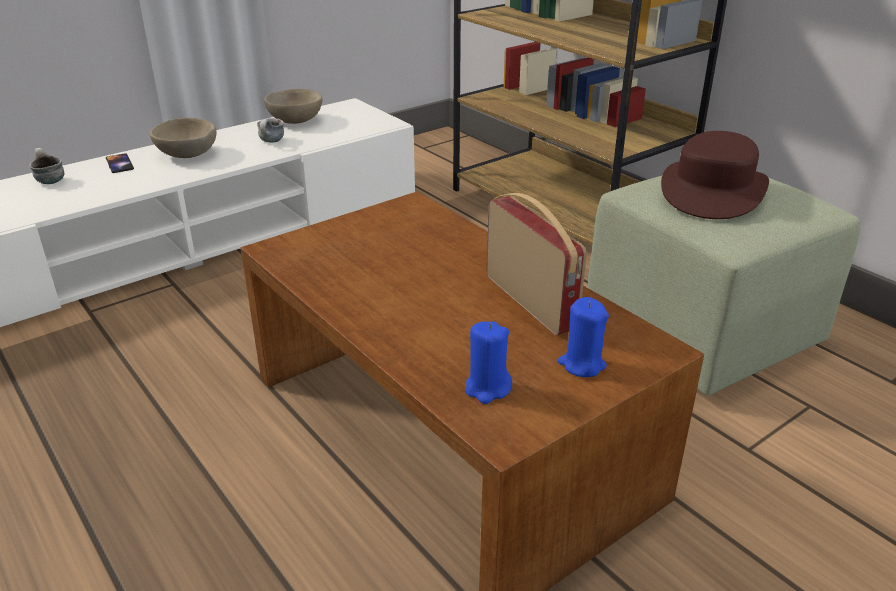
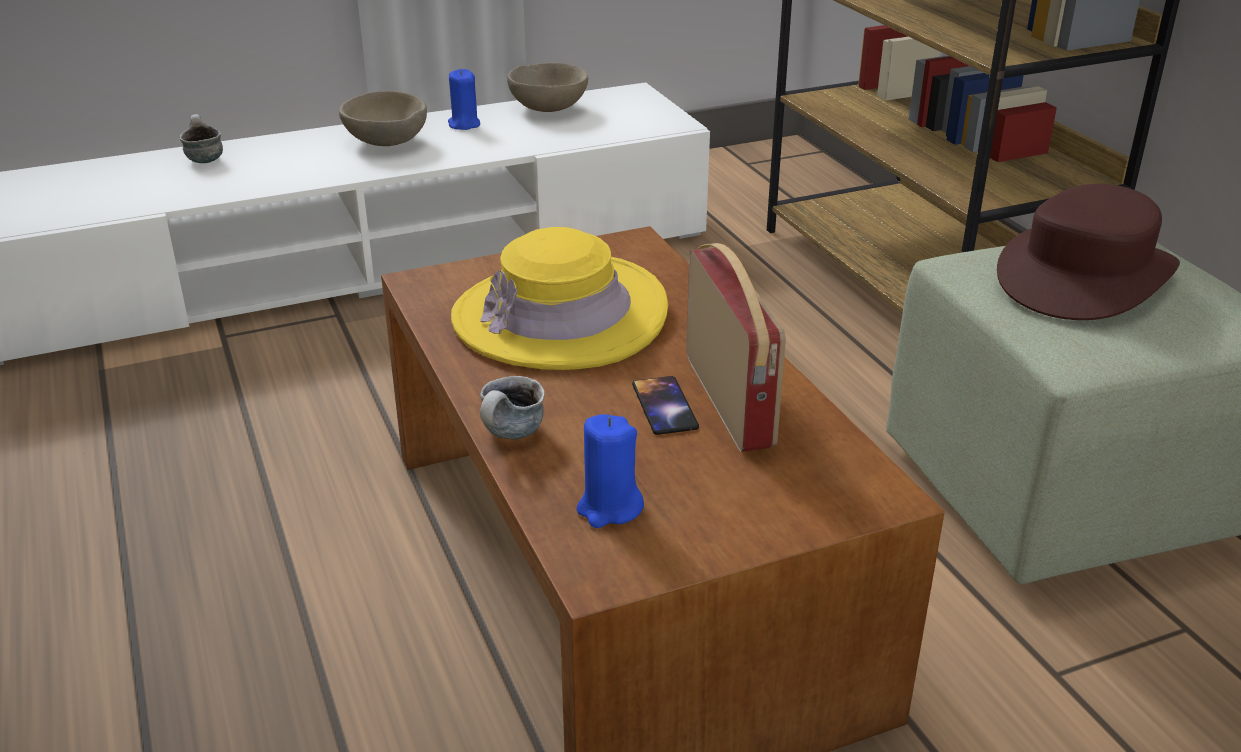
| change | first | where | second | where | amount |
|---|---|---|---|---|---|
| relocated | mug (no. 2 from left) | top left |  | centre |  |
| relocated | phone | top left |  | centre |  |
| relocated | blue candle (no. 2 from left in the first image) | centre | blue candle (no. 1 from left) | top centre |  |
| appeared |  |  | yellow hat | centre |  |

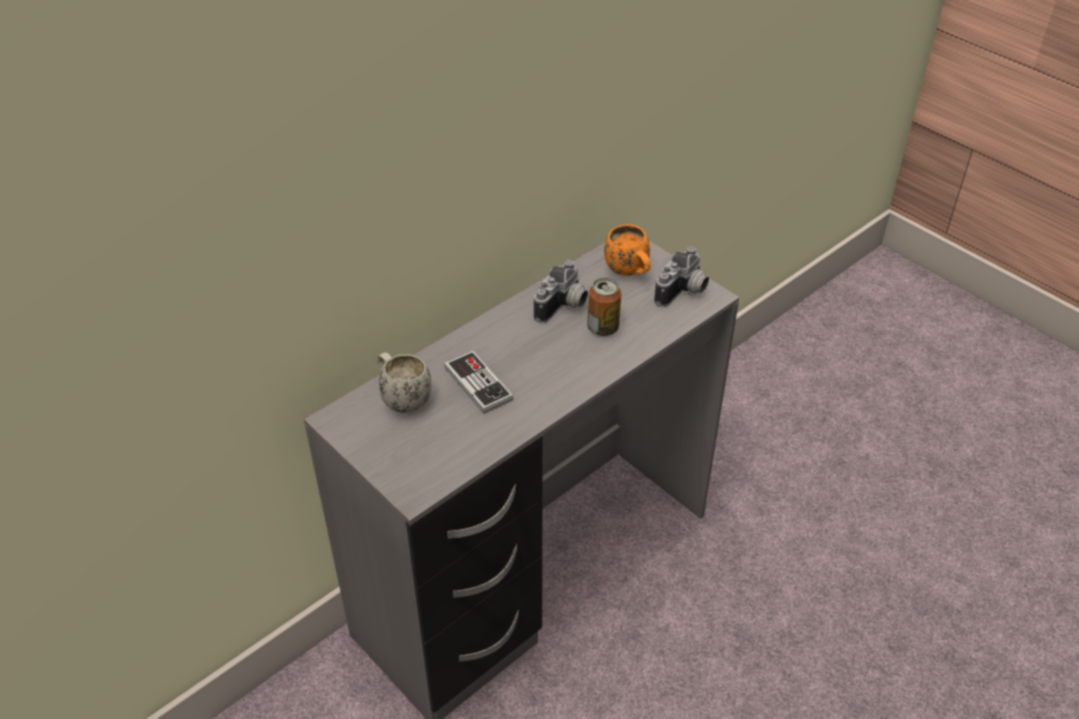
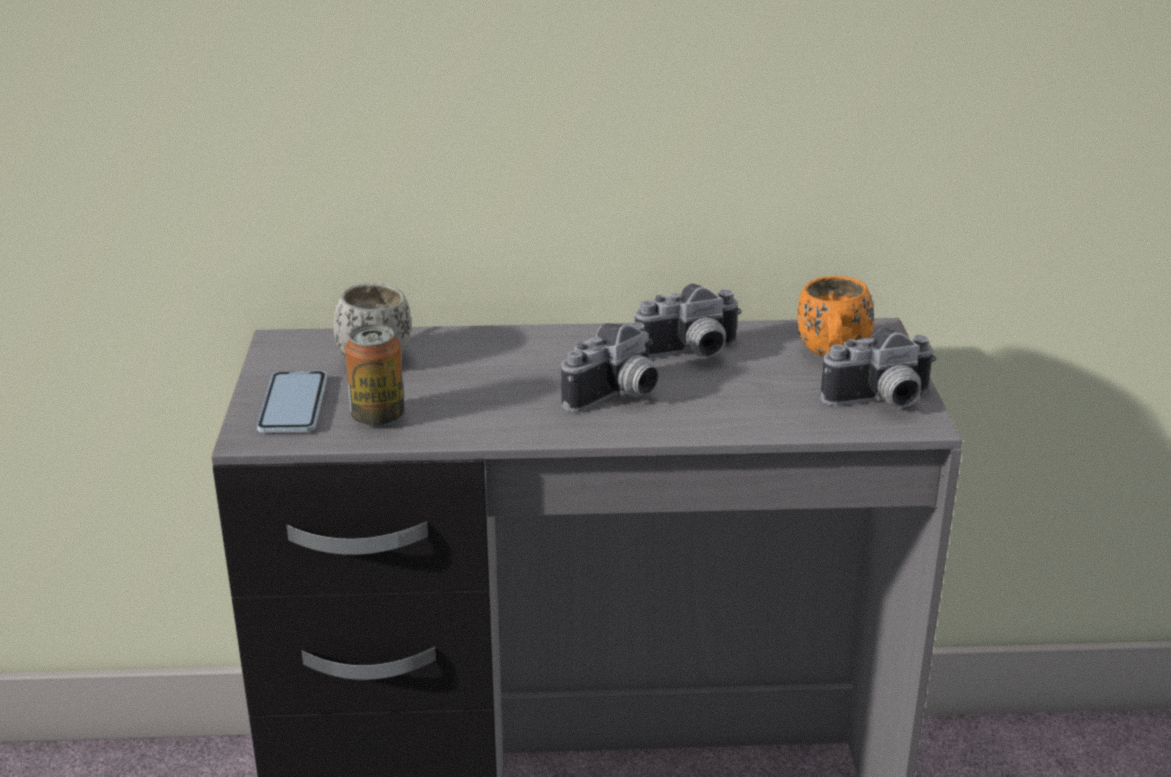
| change | first | where | second | where | amount |
|---|---|---|---|---|---|
| relocated | can | centre |  | middle left |  |
| missing | game controller | centre |  |  |  |
| appeared |  |  | photo camera (no. 1 from left) | centre |  |
| appeared |  |  | phone | middle left |  |

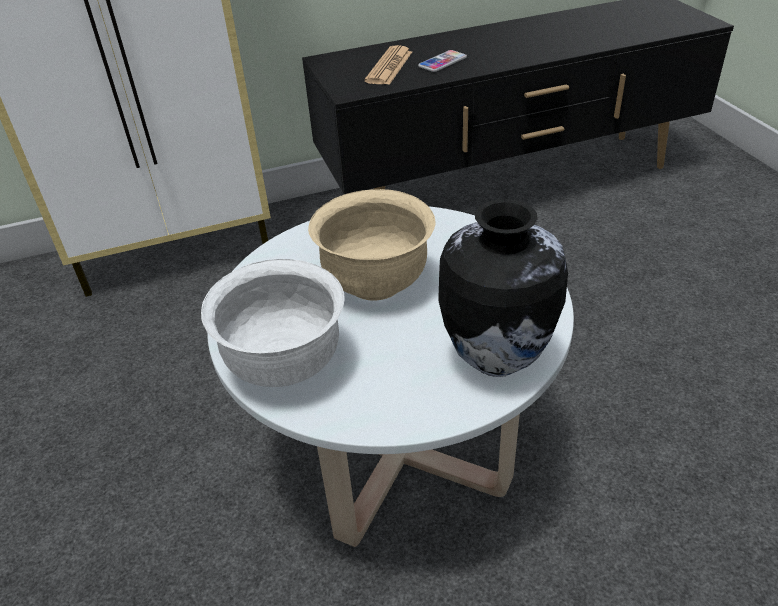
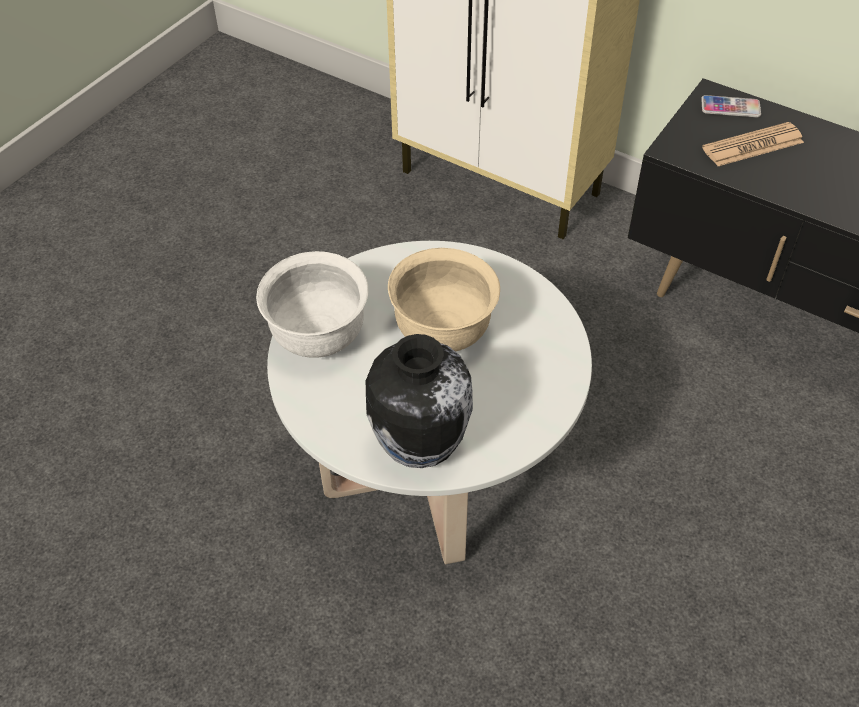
| change | first | where | second | where | amount |
|---|---|---|---|---|---|
| relocated | phone | top centre |  | top right |  |

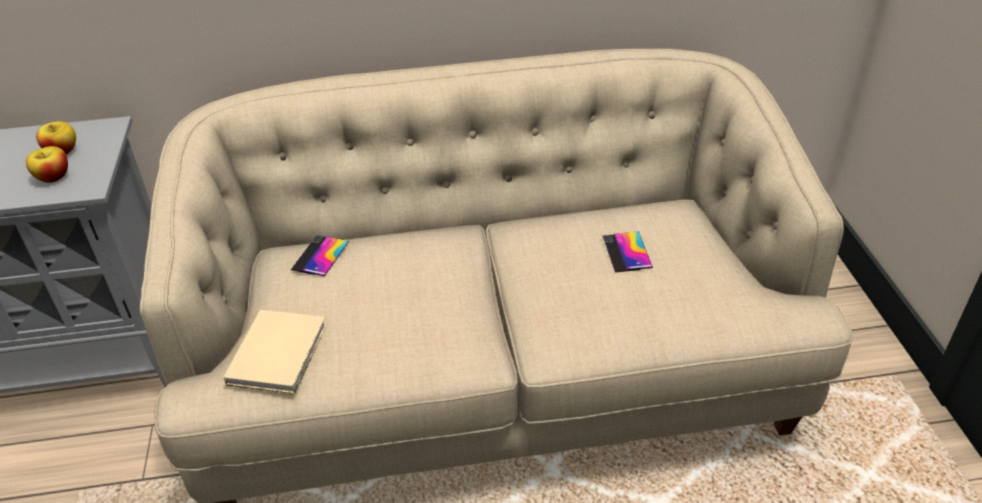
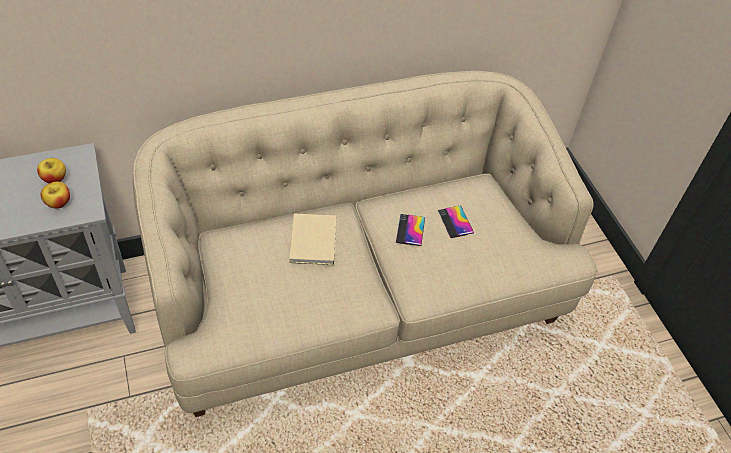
| change | first | where | second | where | amount |
|---|---|---|---|---|---|
| relocated | phone (no. 1 from left) | middle left |  | centre |  |
| relocated | beige book | bottom left |  | centre |  |

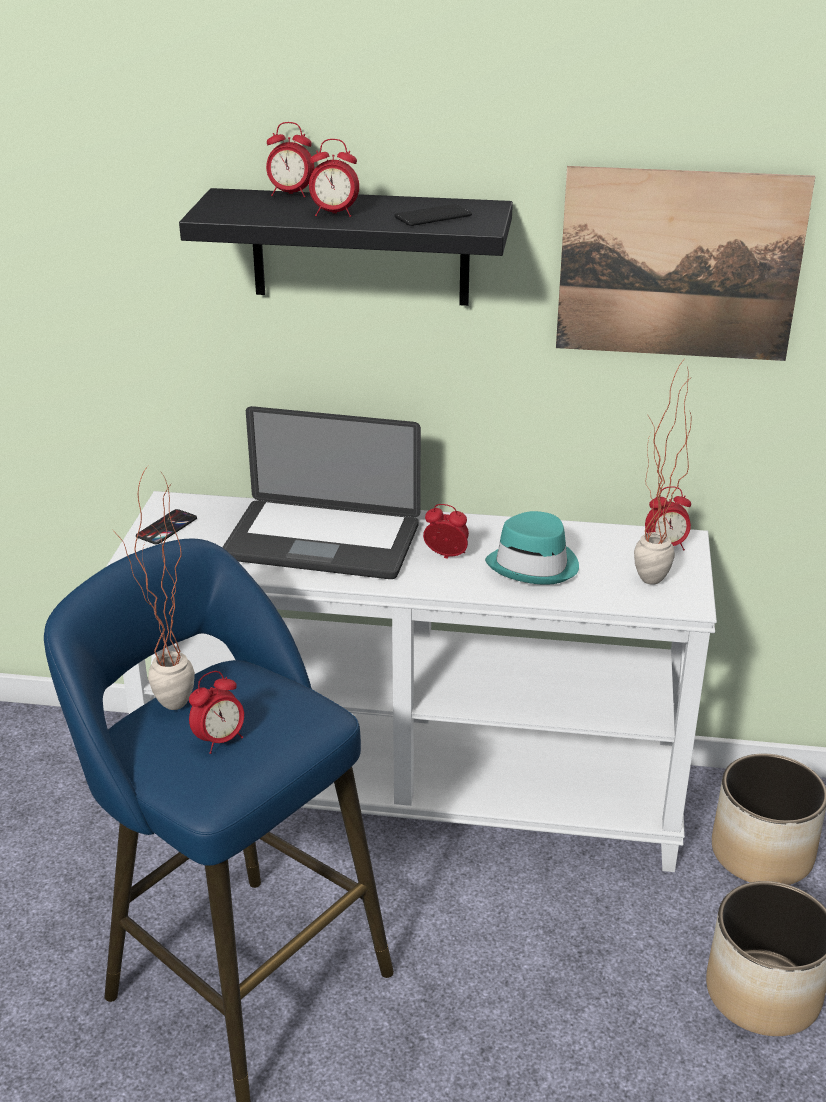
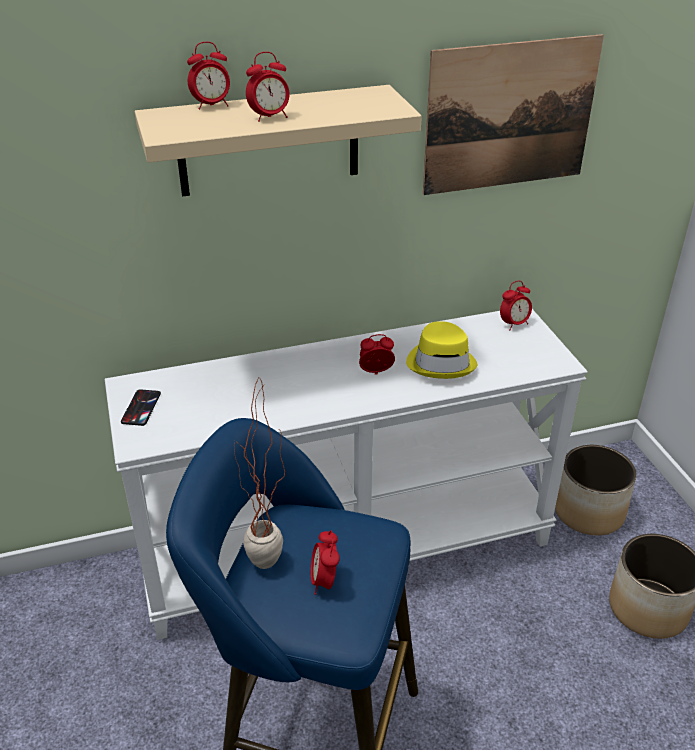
| change | first | where | second | where | amount |
|---|---|---|---|---|---|
| colour | black shelf | top centre | beige shelf | top centre |  |
| missing | phone (no. 2 from left) | top centre |  |  |  |
| missing | potted plant (no. 2 from left) | middle right |  |  |  |
| missing | laptop | centre |  |  |  |
| colour | turquoise hat | centre | yellow hat | centre |  |
| spun | alarm clock (no. 1 from left in the first image) | middle left | alarm clock (no. 3 from left) | bottom centre | 150 degrees clockwise |

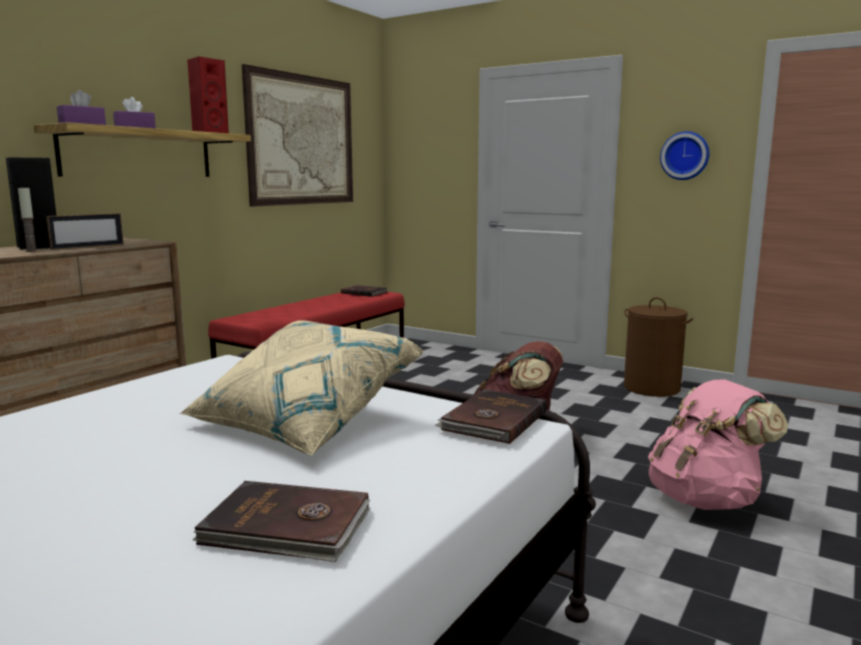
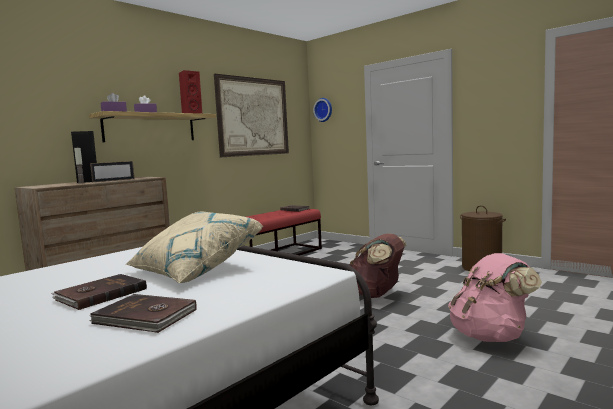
| change | first | where | second | where | amount |
|---|---|---|---|---|---|
| relocated | wall clock | top right |  | top centre |  |
| relocated | brown book (no. 3 from left in the first image) | centre | brown book (no. 1 from left) | bottom left |  |

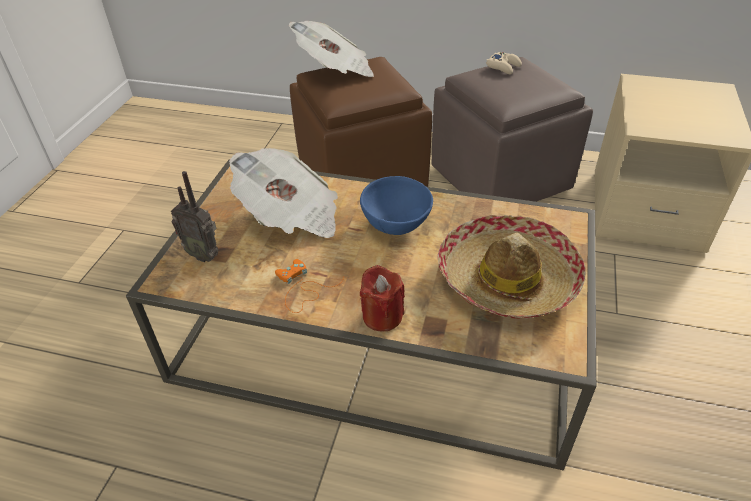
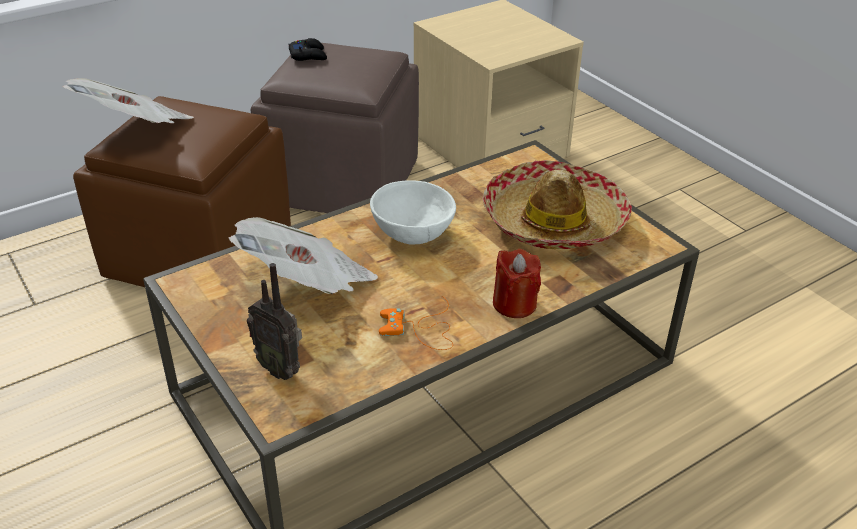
| change | first | where | second | where | amount |
|---|---|---|---|---|---|
| colour | beige game controller | top right | black game controller | top centre |  |
| spun | radio | middle left |  | middle left | 60 degrees clockwise |
| colour | blue bowl | centre | white bowl | centre |  |

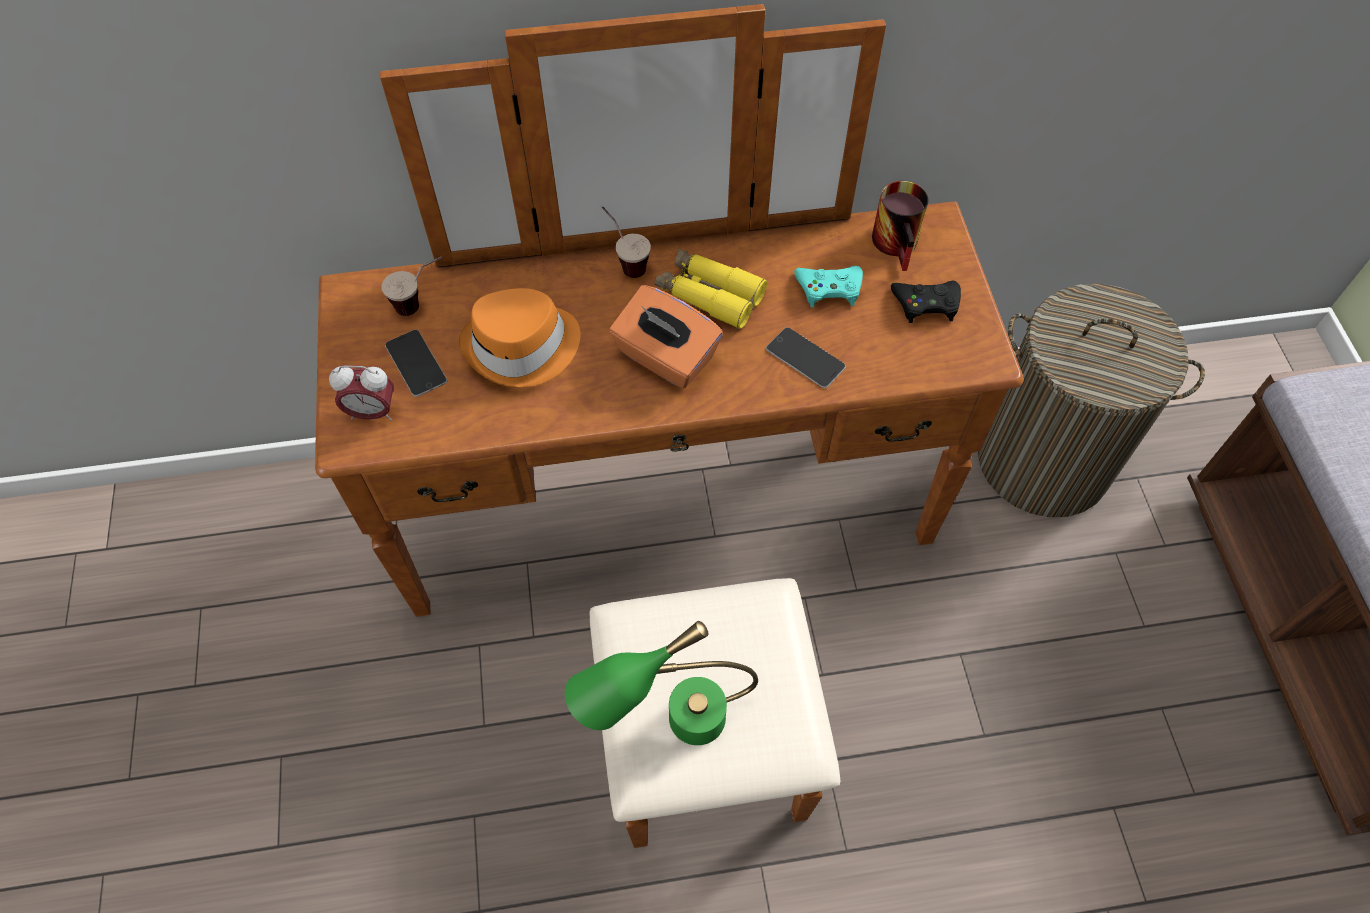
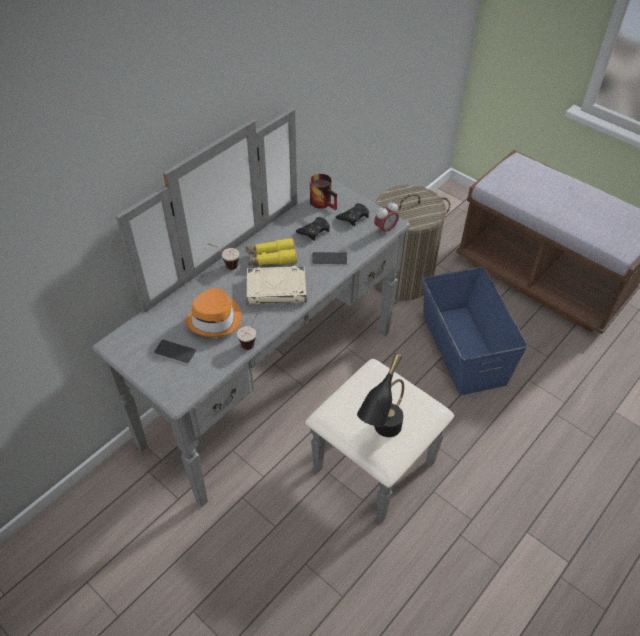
| change | first | where | second | where | amount |
|---|---|---|---|---|---|
| colour | brown dresser | centre | grey dresser | centre |  |
| relocated | cup (no. 1 from left in the first image) | top left | cup (no. 2 from left) | centre |  |
| colour | turquoise game controller | top centre | black game controller (no. 1 from left) | centre |  |
| exchanged | orange tissue box | centre | beige book | centre |  |
| relocated | alarm clock | middle left |  | centre |  |
| colour | green table lamp | bottom centre | black table lamp | centre |  |
| appeared |  |  | blue storage box | middle right |  |

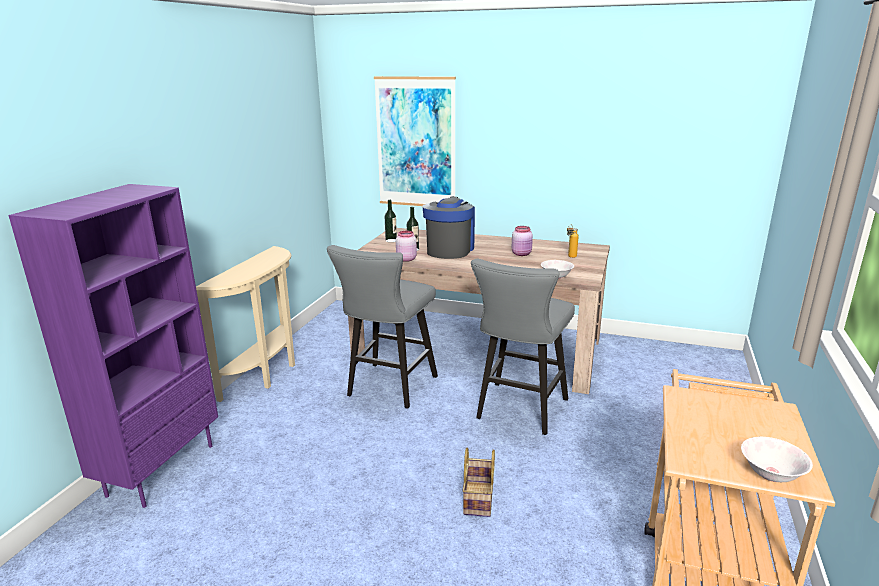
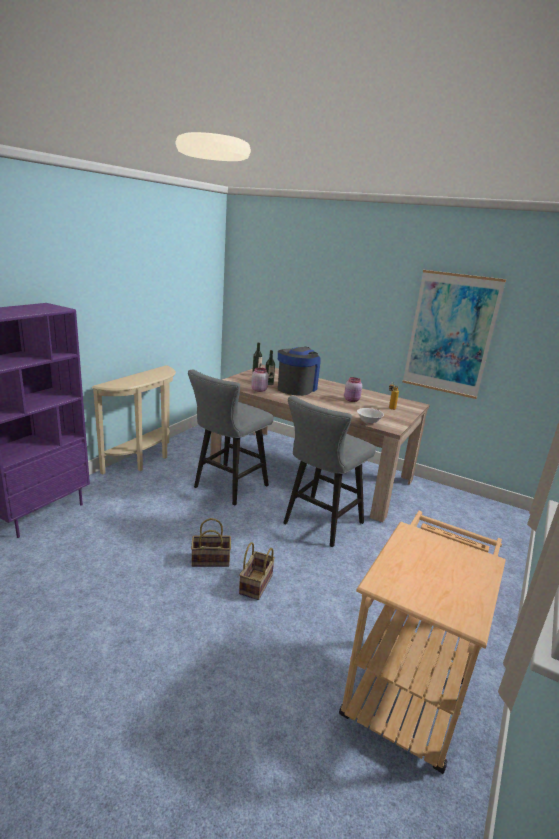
| change | first | where | second | where | amount |
|---|---|---|---|---|---|
| relocated | picture | top centre |  | middle right |  |
| missing | white bowl (no. 2 from left) | bottom right |  |  |  |
| appeared |  |  | basket (no. 1 from left) | centre |  |

